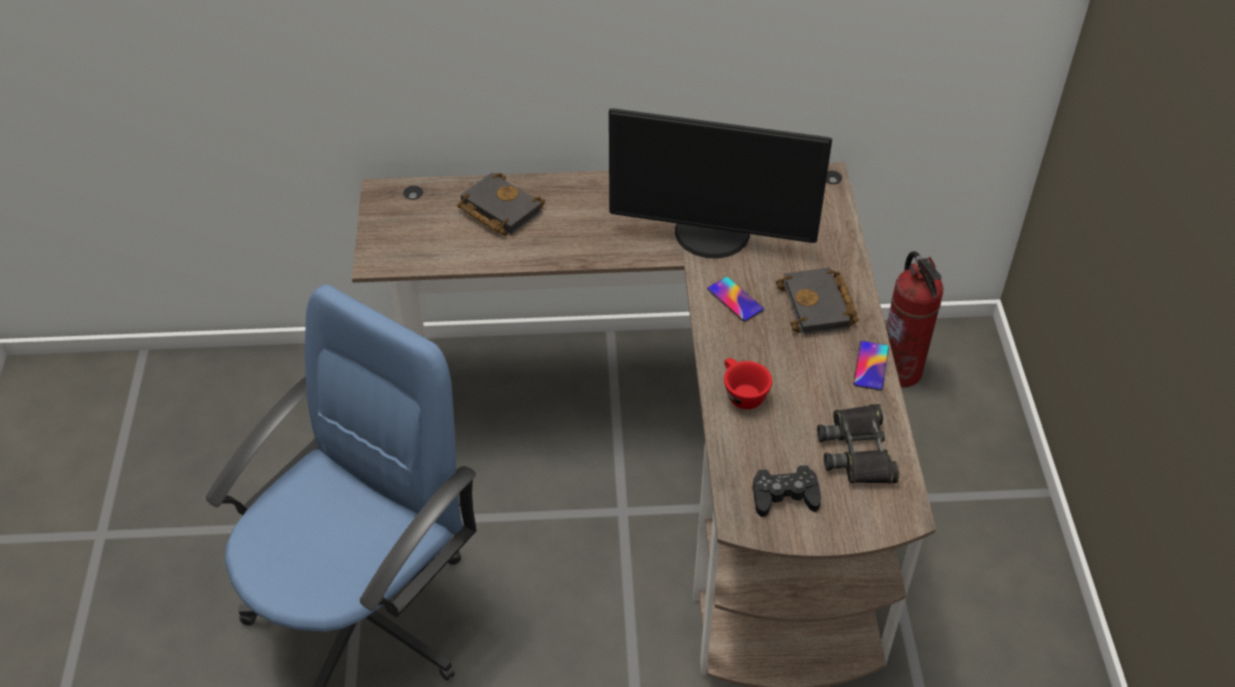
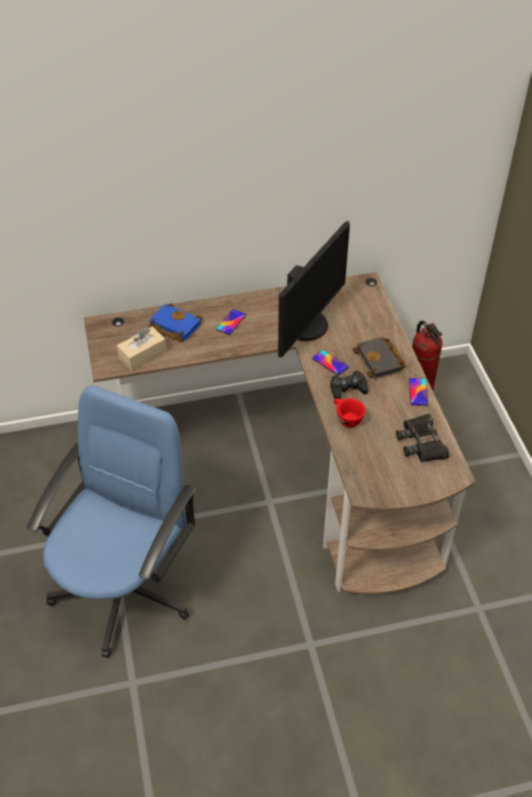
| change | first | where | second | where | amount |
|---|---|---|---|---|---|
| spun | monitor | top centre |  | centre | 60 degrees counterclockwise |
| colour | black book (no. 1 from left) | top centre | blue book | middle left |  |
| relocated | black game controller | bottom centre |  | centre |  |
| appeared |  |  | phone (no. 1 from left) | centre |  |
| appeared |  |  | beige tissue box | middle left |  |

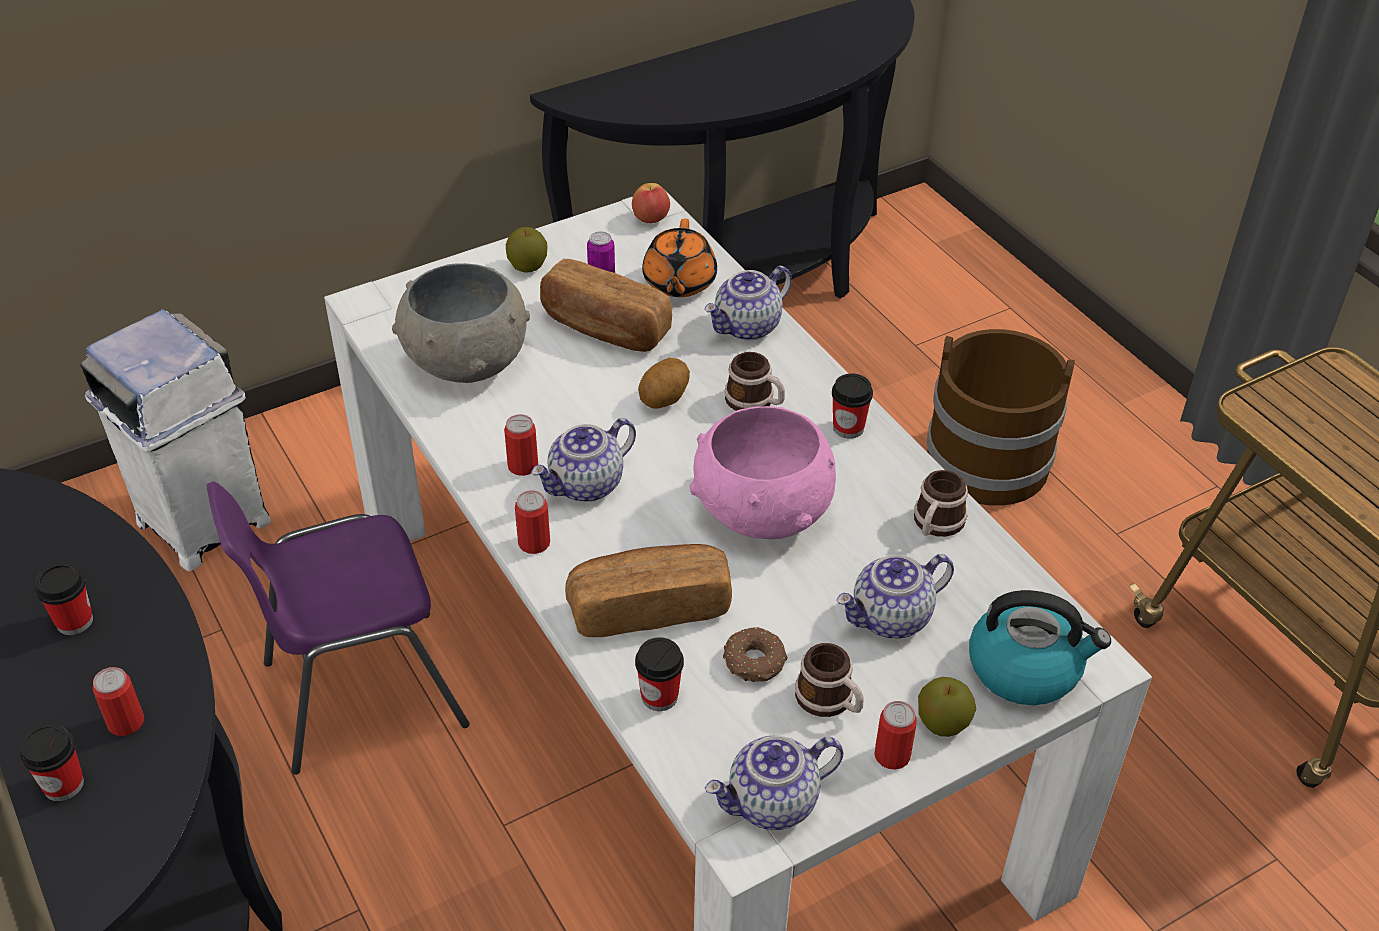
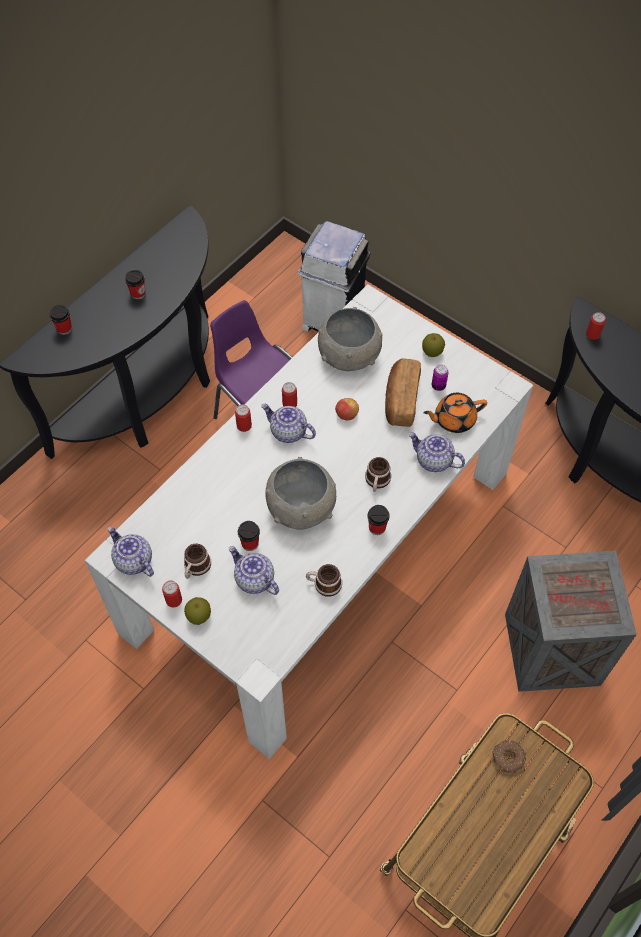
| change | first | where | second | where | amount |
|---|---|---|---|---|---|
| relocated | apple (no. 2 from left) | top centre |  | centre |  |
| exchanged | brown bucket | middle right | crate | middle right |  |
| missing | potato | centre |  |  |  |
| colour | pink bowl | centre | grey bowl (no. 1 from left) | centre |  |
| missing | bread (no. 2 from left) | centre |  |  |  |
| missing | kettle | bottom right |  |  |  |
| relocated | donut | bottom centre |  | bottom right |  |
| relocated | cup (no. 3 from left) | bottom centre |  | centre |  |
| relocated | can (no. 1 from left in the first image) | bottom left | can (no. 5 from left) | middle right |  |

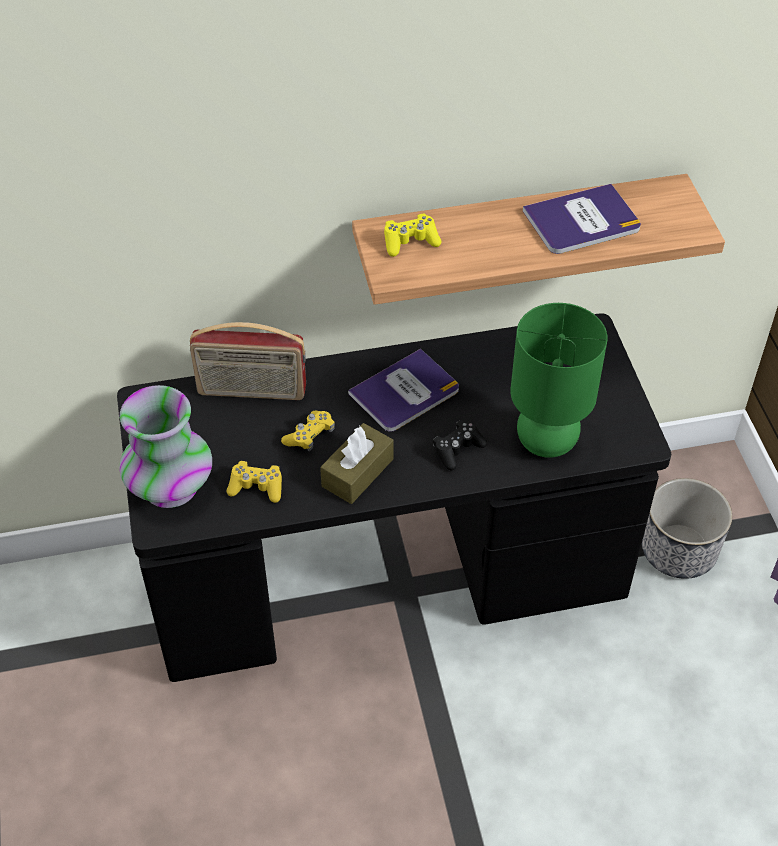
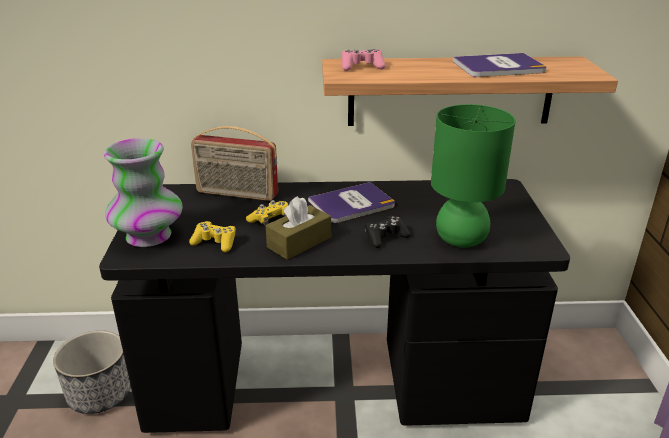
| change | first | where | second | where | amount |
|---|---|---|---|---|---|
| colour | yellow game controller (no. 3 from left) | top centre | pink game controller | top centre |  |
| relocated | planter | middle right |  | bottom left |  |

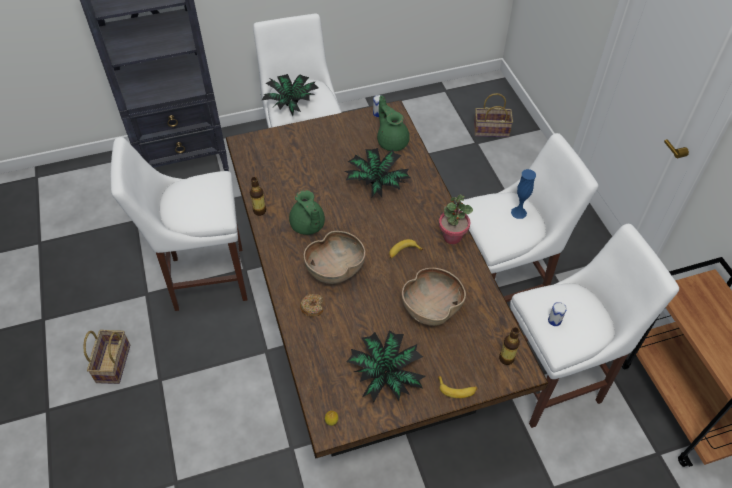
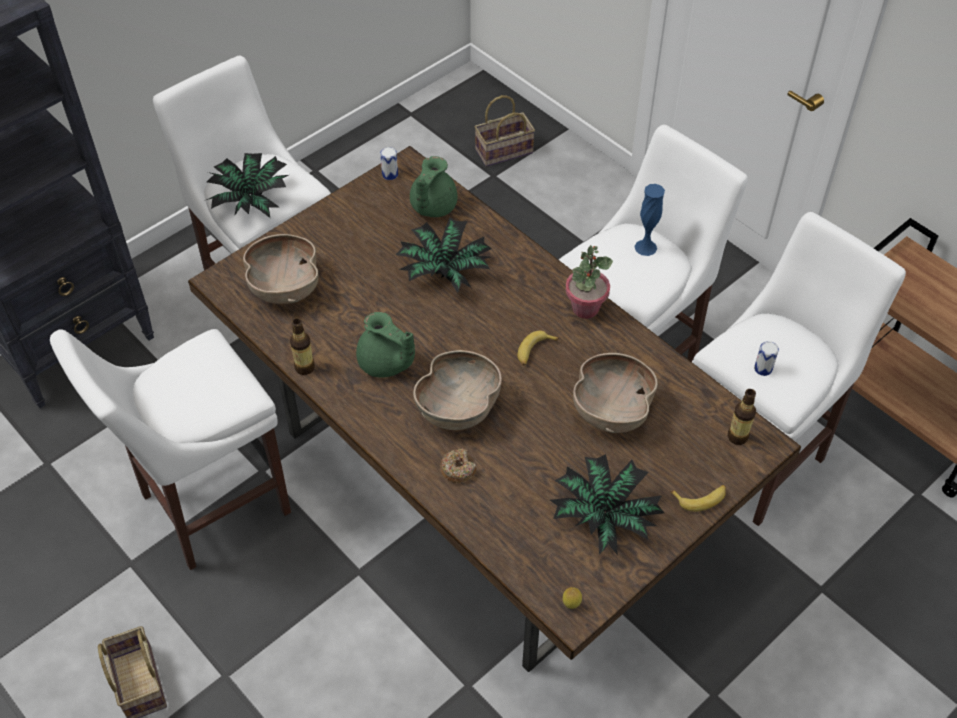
| change | first | where | second | where | amount |
|---|---|---|---|---|---|
| spun | green teapot (no. 2 from left) | top centre |  | top centre | 105 degrees counterclockwise |
| appeared |  |  | brown bowl (no. 1 from left) | middle left |  |

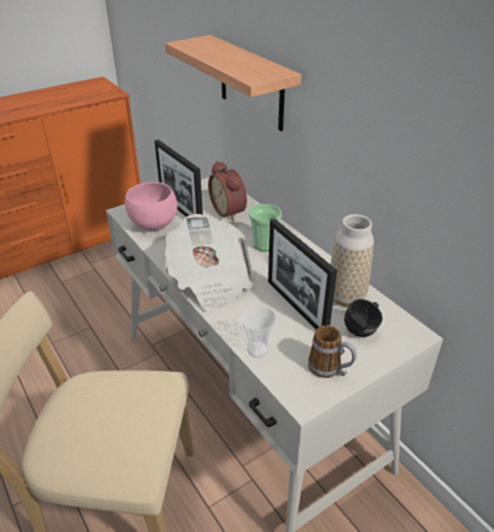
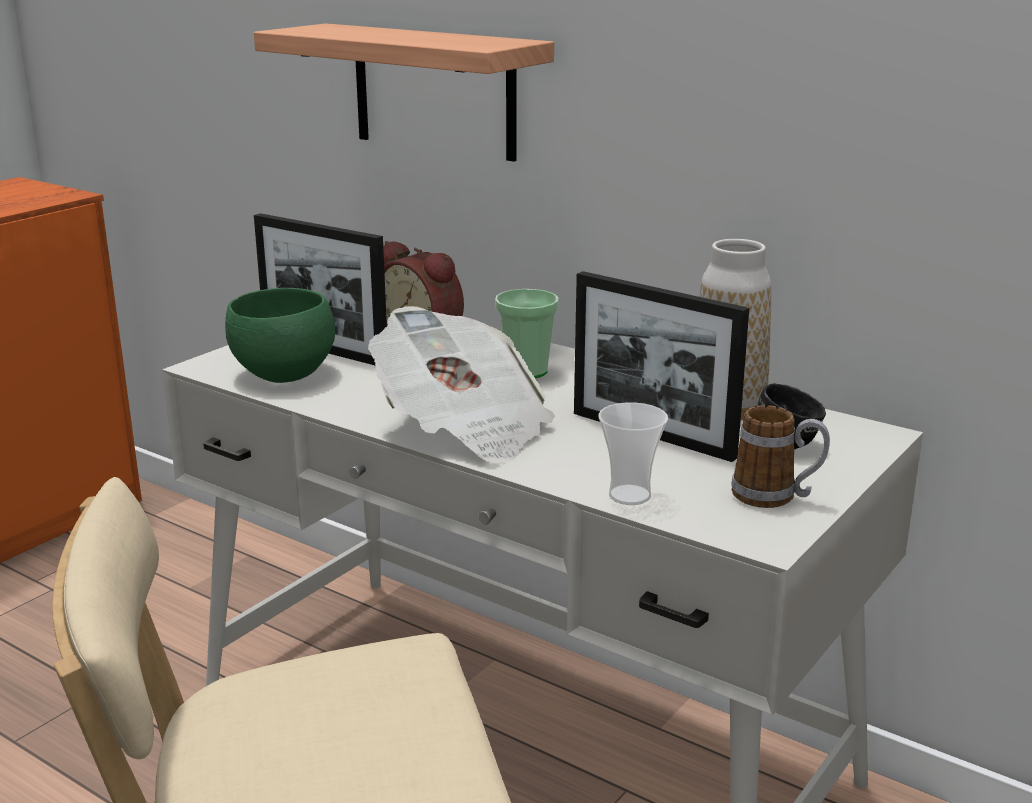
| change | first | where | second | where | amount |
|---|---|---|---|---|---|
| colour | pink bowl | middle left | green bowl | middle left |  |

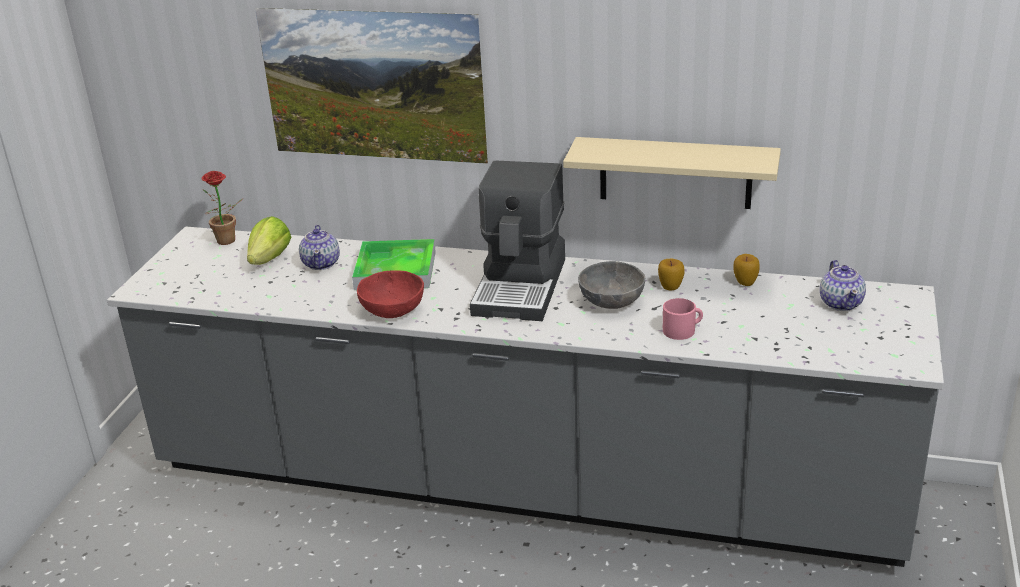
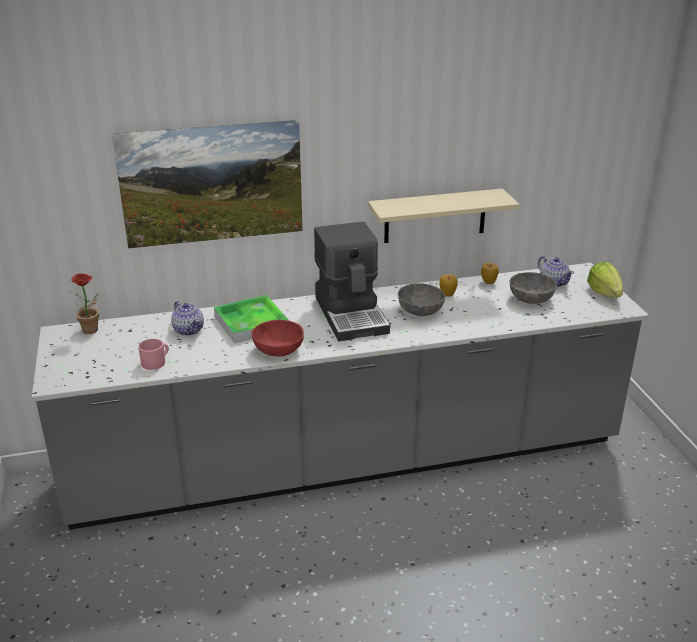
| change | first | where | second | where | amount |
|---|---|---|---|---|---|
| relocated | lettuce | middle left |  | middle right |  |
| relocated | pink mug | middle right |  | middle left |  |
| appeared |  |  | grey bowl (no. 2 from left) | middle right |  |

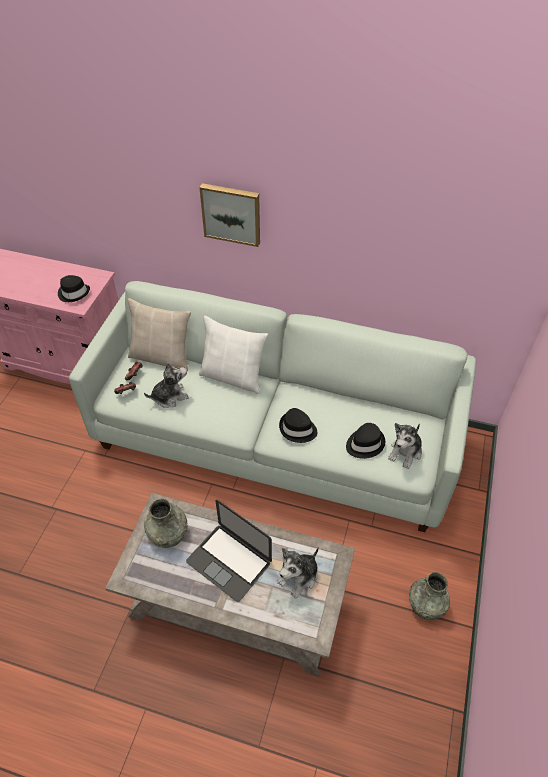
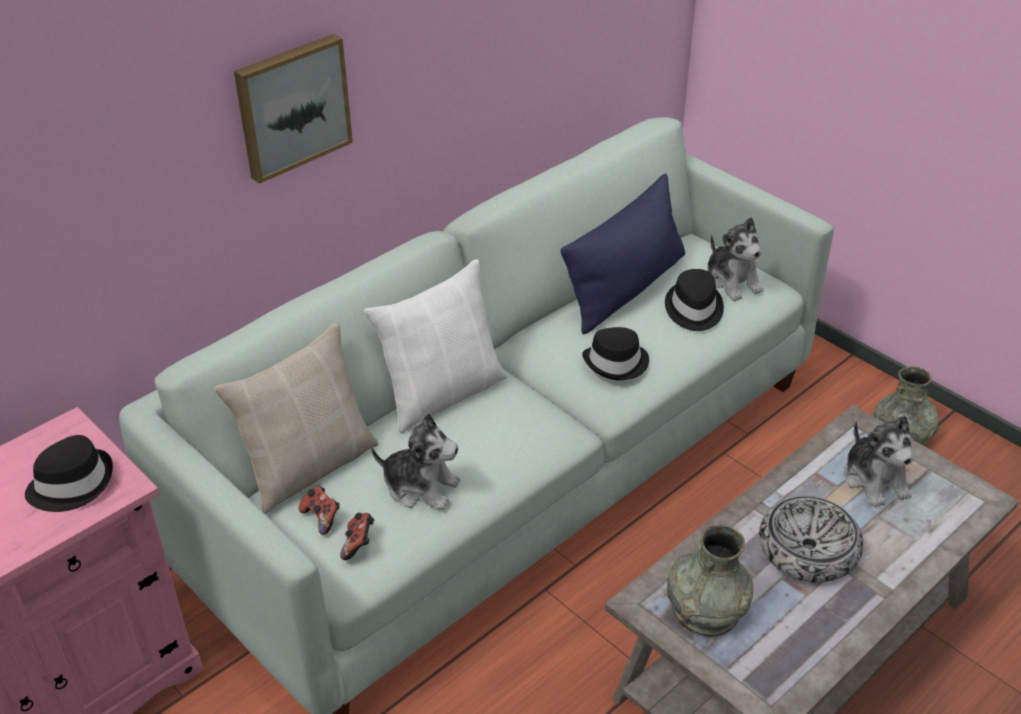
| change | first | where | second | where | amount |
|---|---|---|---|---|---|
| spun | plush toy (no. 1 from left) | middle left |  | centre | 105 degrees clockwise |
| exchanged | laptop | bottom centre | bowl | bottom right |  |
| appeared |  |  | blue pillow | centre |  |

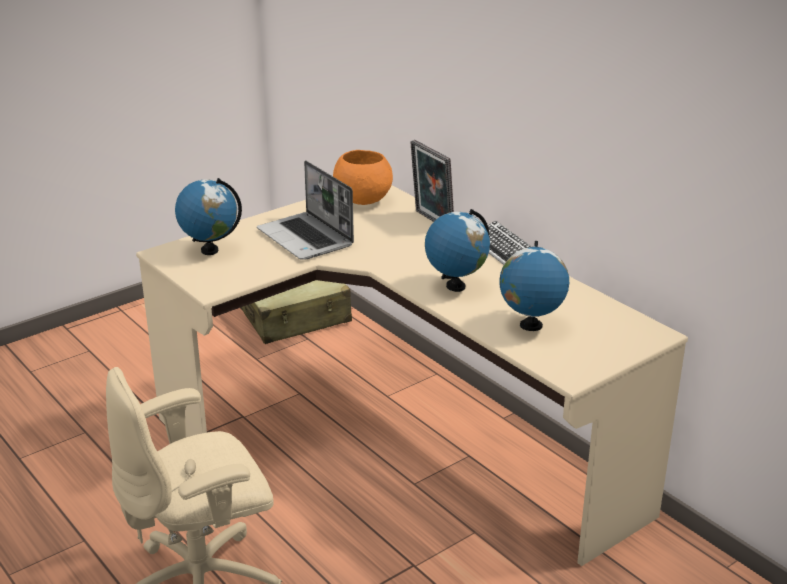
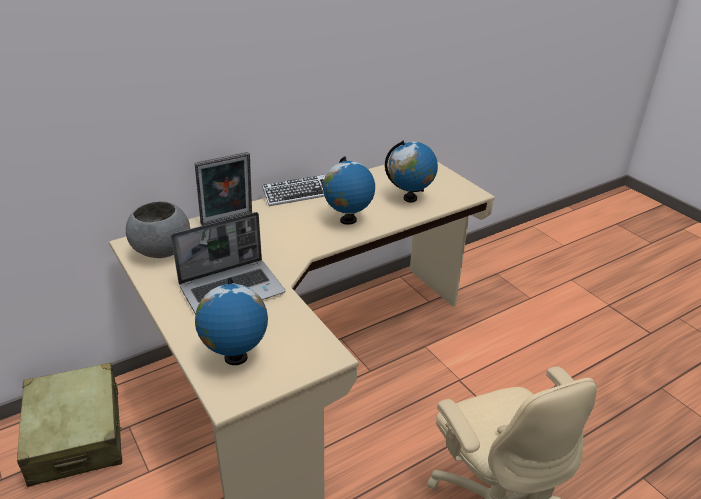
| change | first | where | second | where | amount |
|---|---|---|---|---|---|
| colour | orange bowl | top centre | grey bowl | middle left |  |

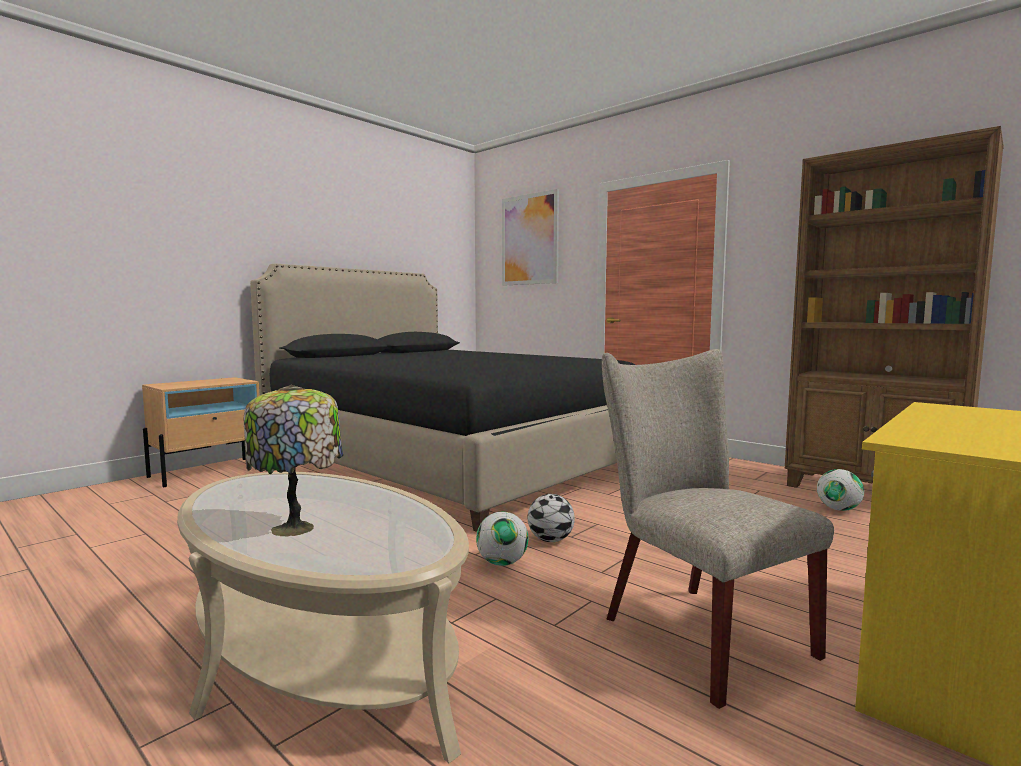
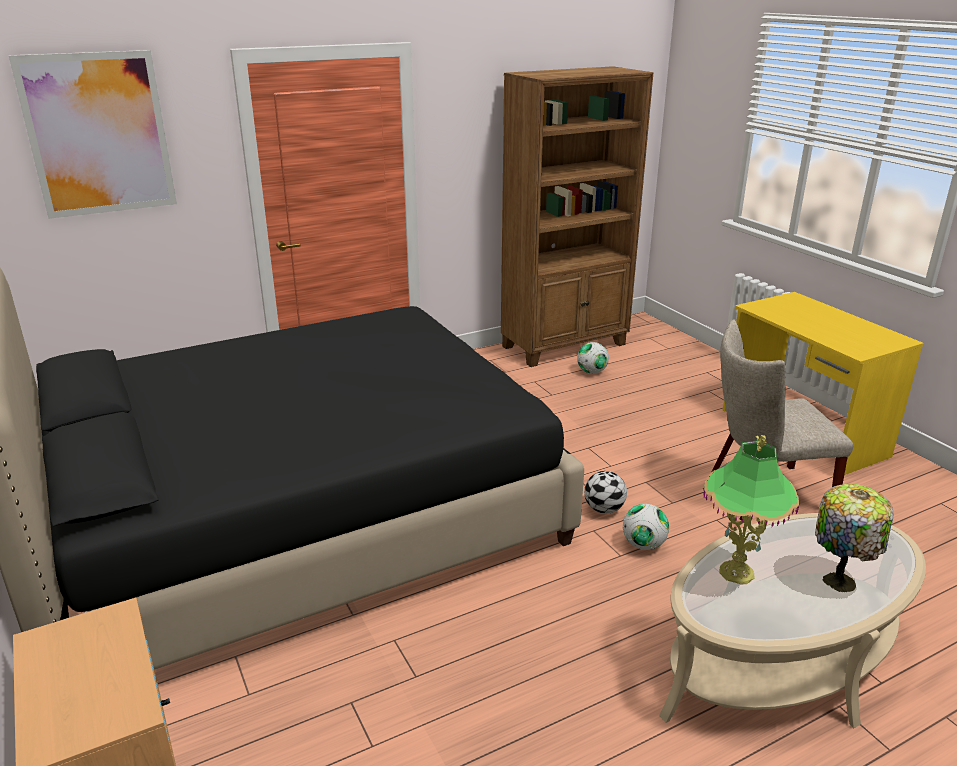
| change | first | where | second | where | amount |
|---|---|---|---|---|---|
| appeared |  |  | table lamp (no. 1 from left) | middle right |  |

